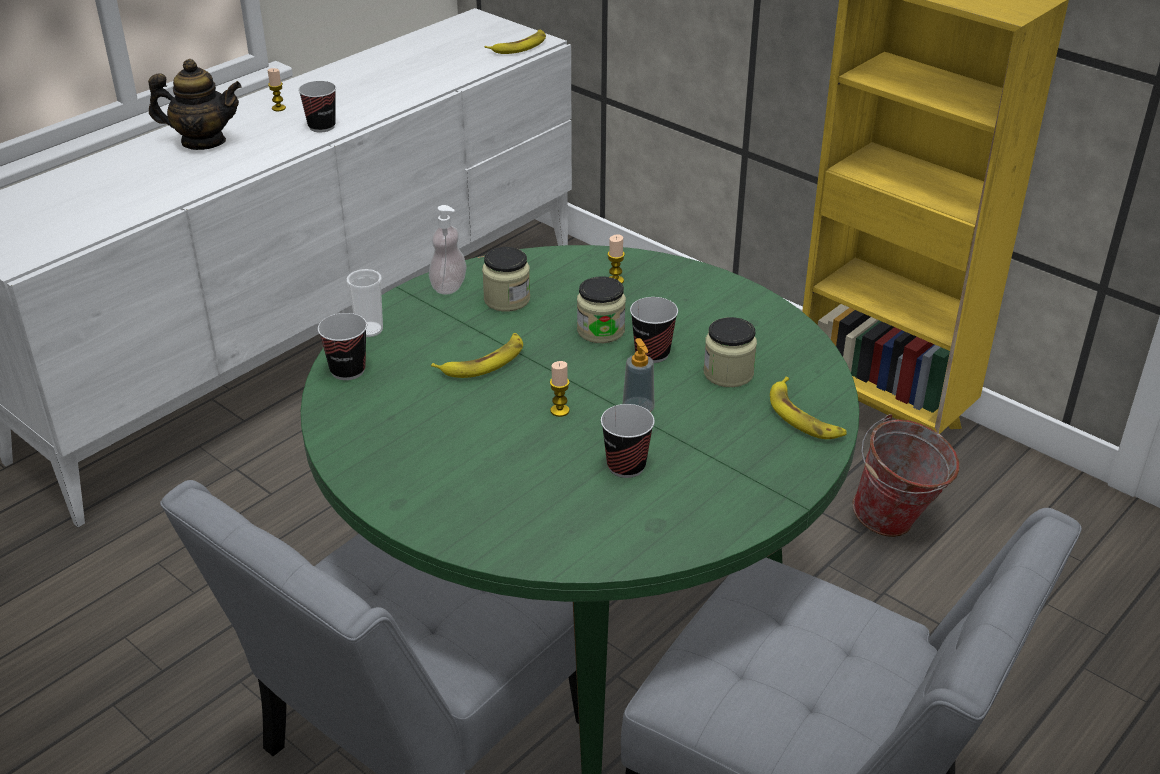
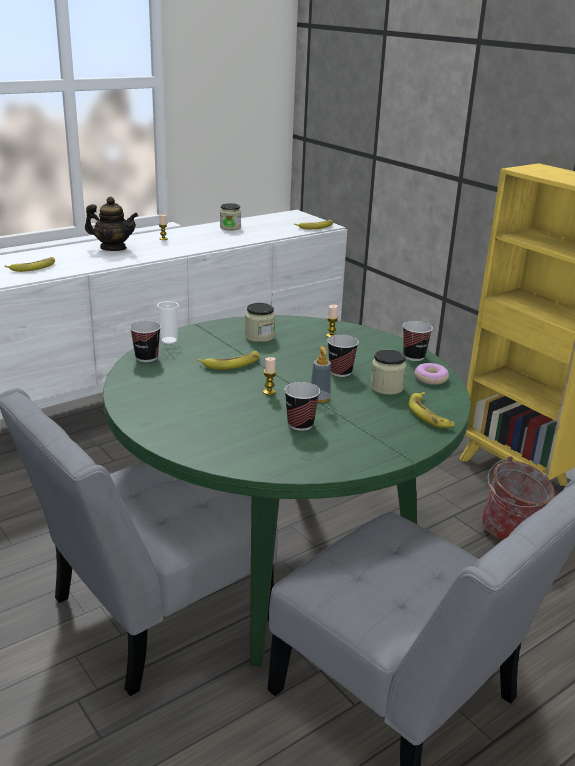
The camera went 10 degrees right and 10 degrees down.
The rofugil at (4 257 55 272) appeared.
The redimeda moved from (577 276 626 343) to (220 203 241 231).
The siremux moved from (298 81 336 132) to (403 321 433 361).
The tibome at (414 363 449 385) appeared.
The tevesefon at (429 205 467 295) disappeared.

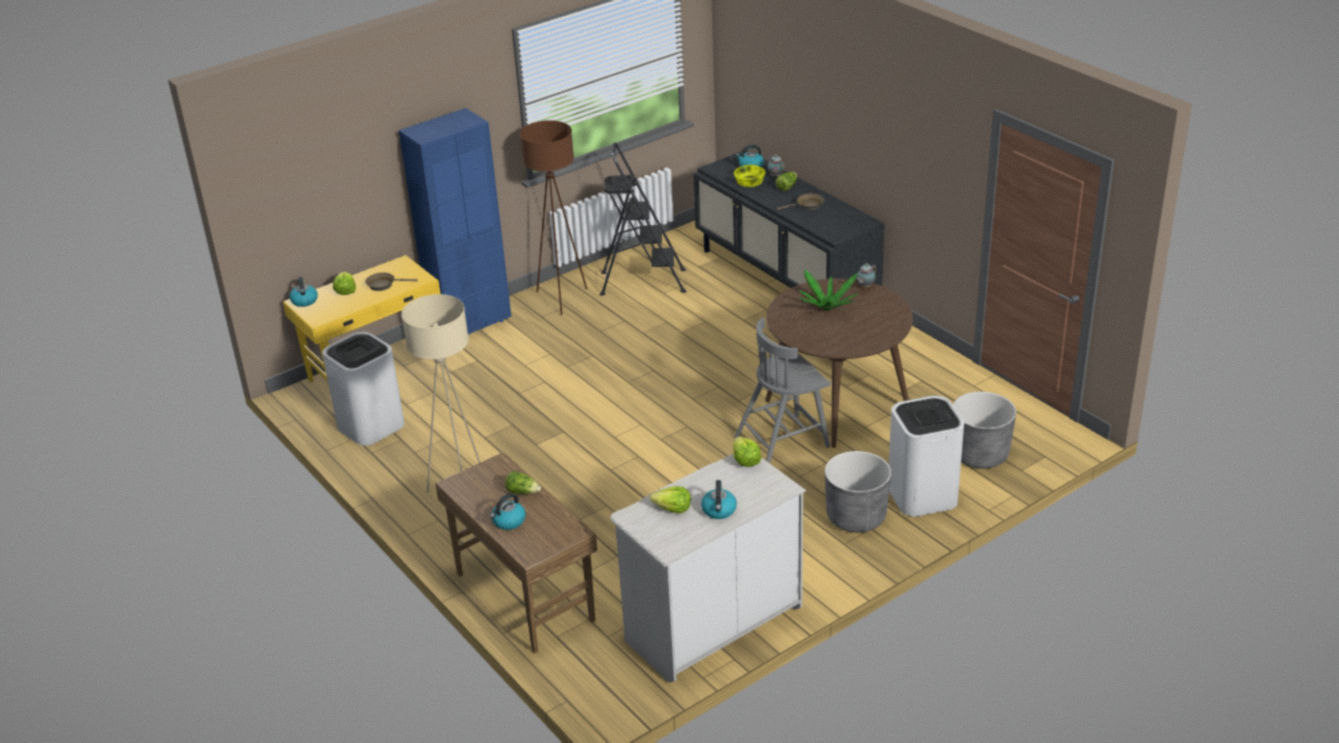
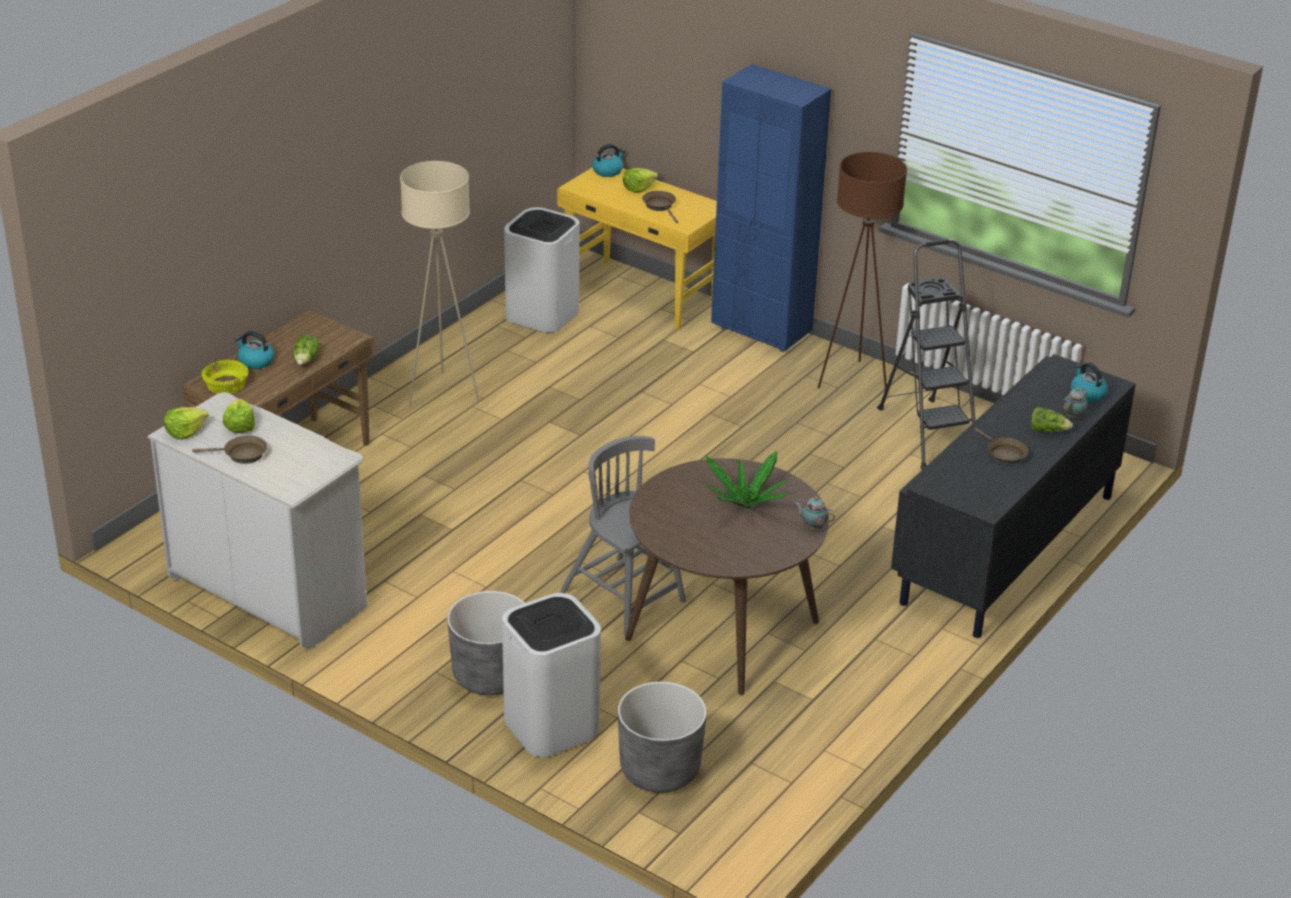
The camera went 70 degrees right and 0 degrees up.
The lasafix moved from (733 436 761 467) to (164 407 209 440).
The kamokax at (701 480 737 519) was replaced by the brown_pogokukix at (192 435 267 464).
The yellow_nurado moved from (734 165 766 187) to (202 360 249 394).

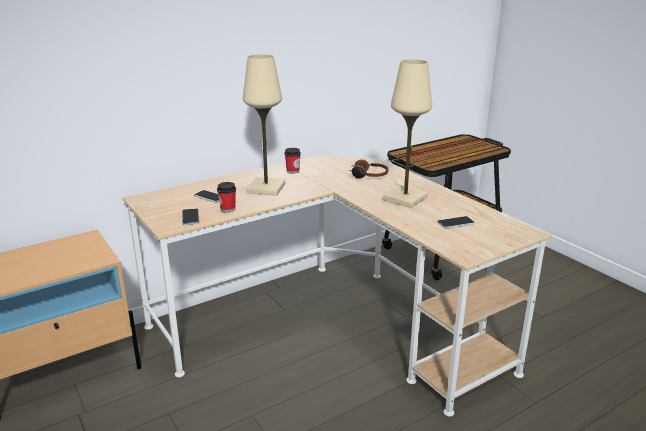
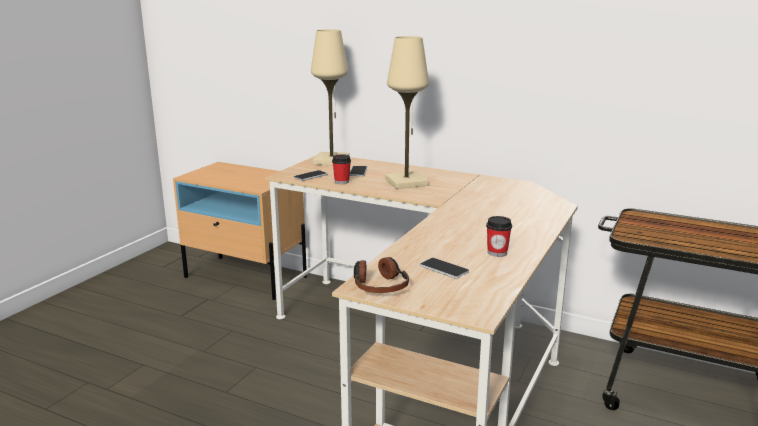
The camera went 60 degrees right and 5 degrees down.
The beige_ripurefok moved from (383 59 432 208) to (311 29 350 165).
The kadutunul moved from (349 160 388 178) to (354 257 409 293).
The siremux moved from (284 148 301 174) to (486 216 512 257).

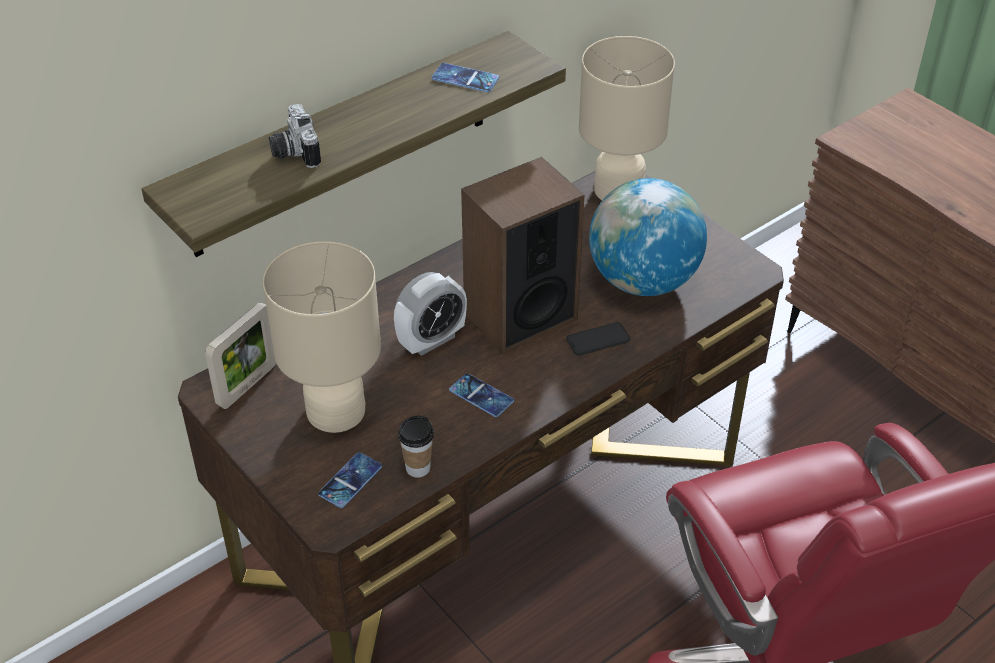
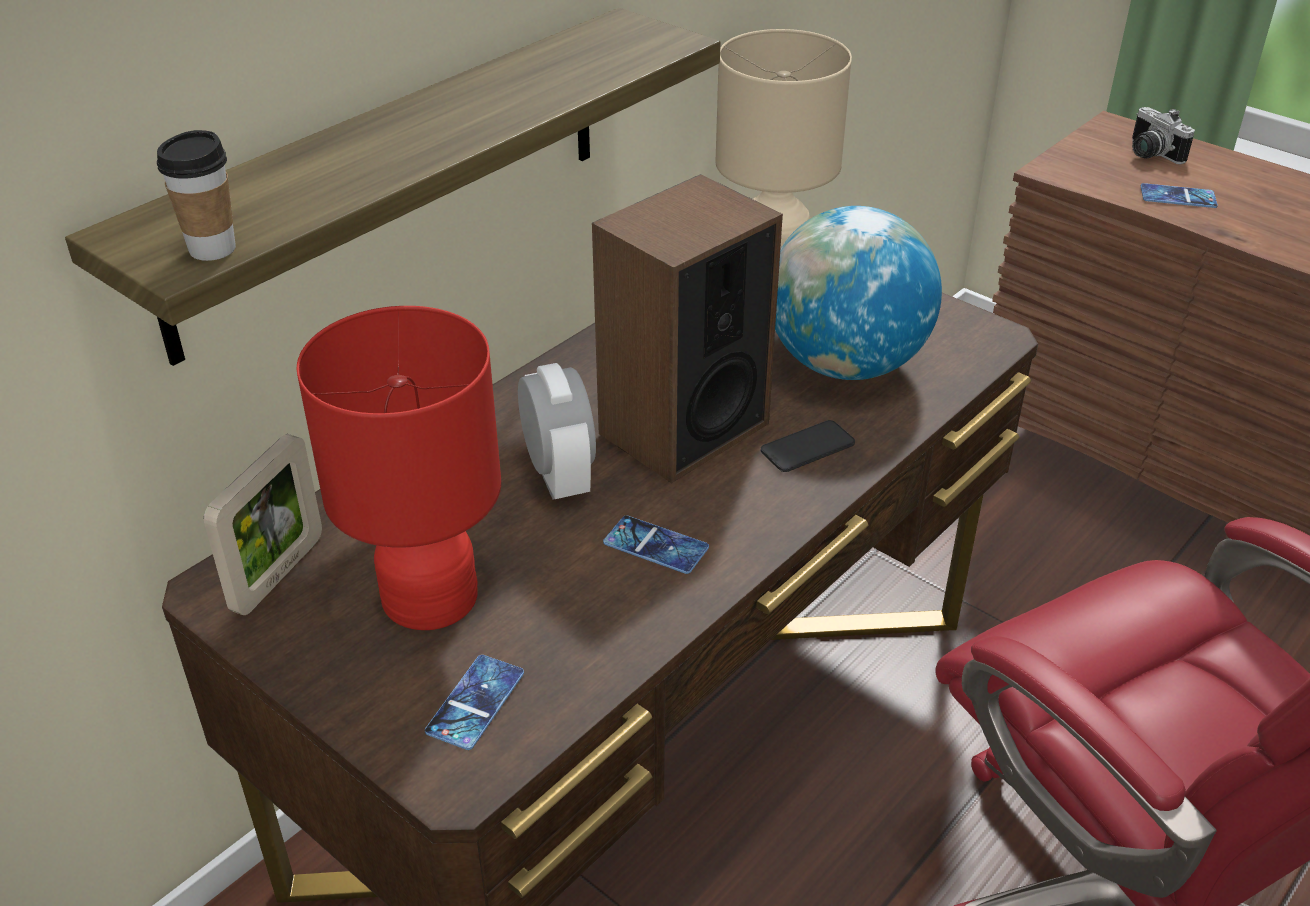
The camera went 10 degrees left and 5 degrees down.
The siremux moved from (398 415 434 478) to (157 130 236 261).
The beige_ripurefok at (263 241 381 433) became the red_ripurefok at (297 306 501 630).
The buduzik at (394 272 467 356) turned 60 degrees counterclockwise.
The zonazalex moved from (269 104 321 168) to (1132 107 1195 164).
The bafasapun moved from (432 63 499 92) to (1141 183 1218 208).

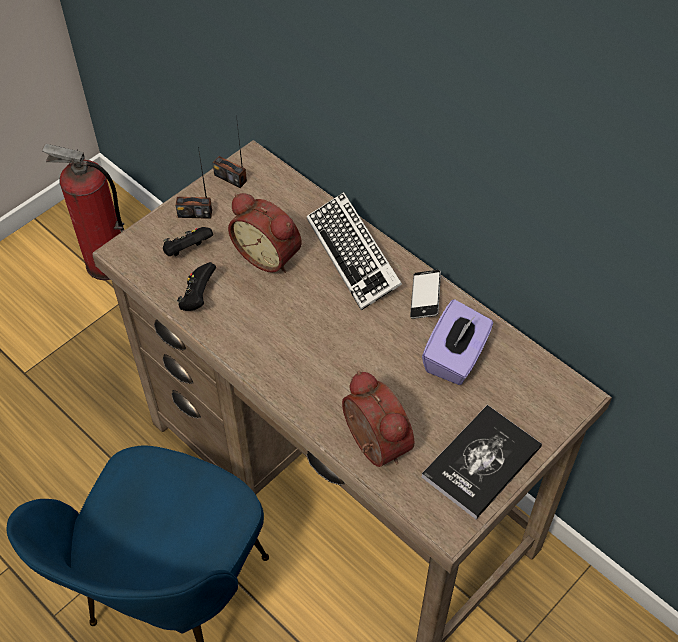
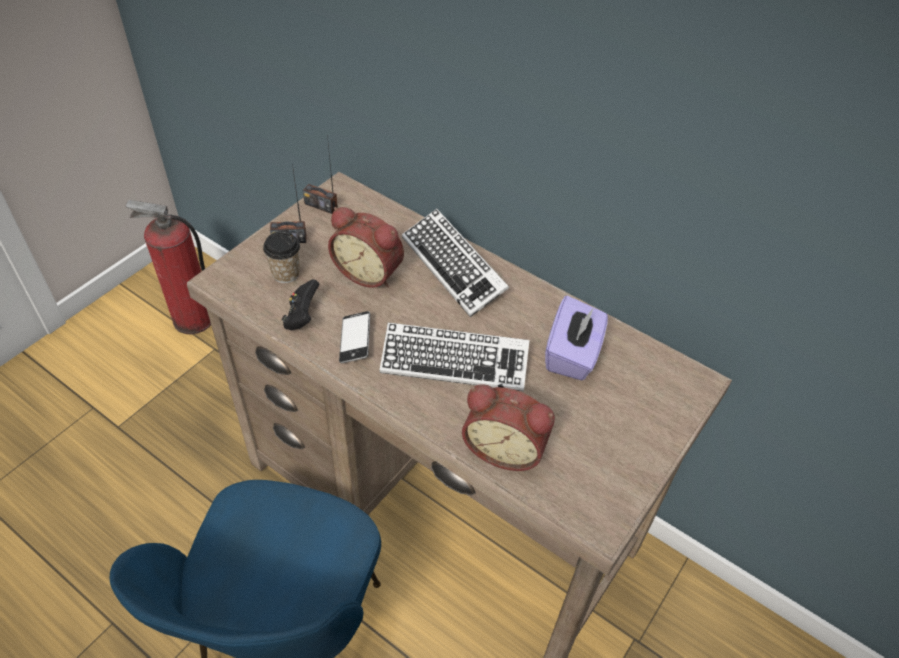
The camera went 10 degrees left and 5 degrees down.
The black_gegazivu at (163 227 213 256) was replaced by the siremux at (263 231 300 283).
The bafasapun moved from (410 270 441 319) to (339 311 370 363).
The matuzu at (380 322 530 392) appeared.
The buduzik at (342 371 414 467) turned 150 degrees clockwise.
The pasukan at (422 405 542 519) disappeared.

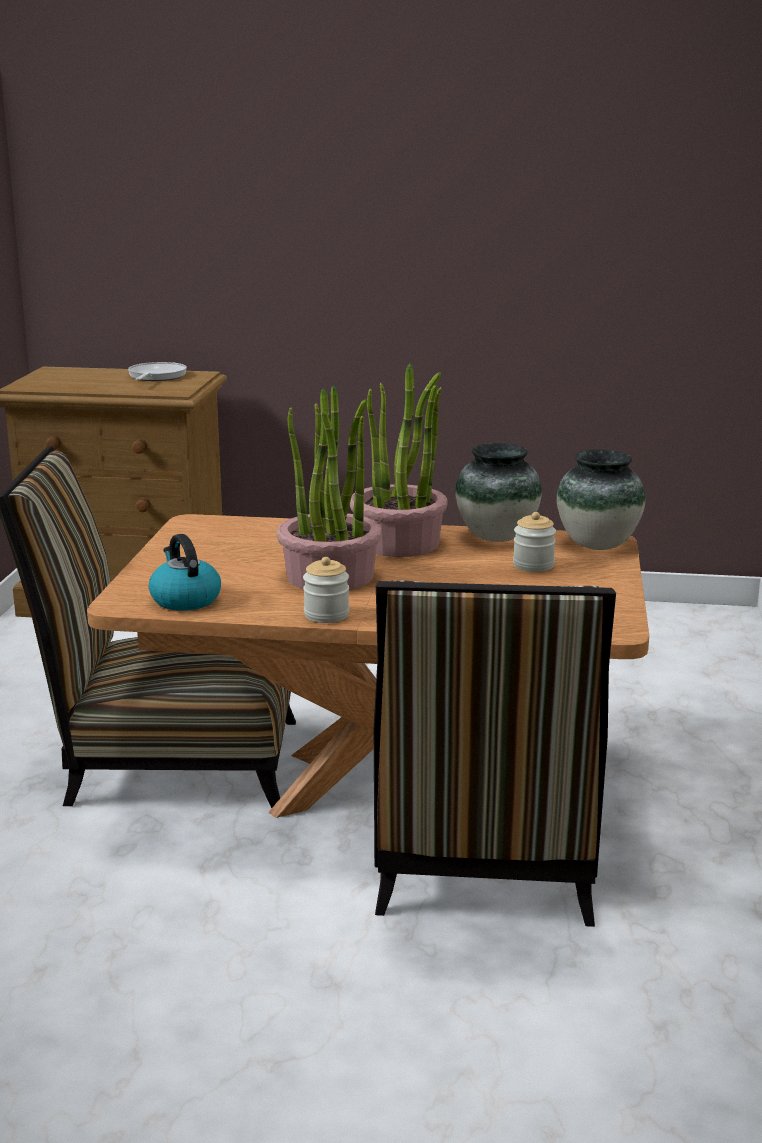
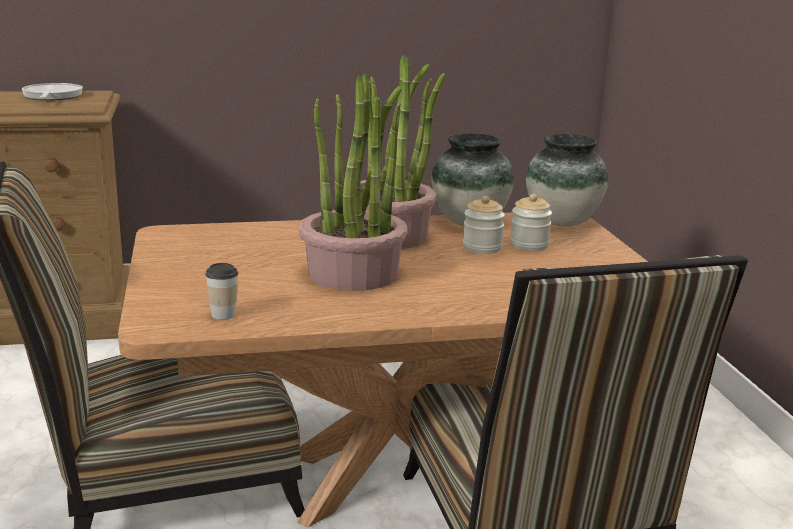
The camera went 20 degrees left and 0 degrees up.
The kamokax at (149 534 221 611) was replaced by the siremux at (205 263 238 320).
The redimeda moved from (303 557 349 623) to (463 196 505 254).

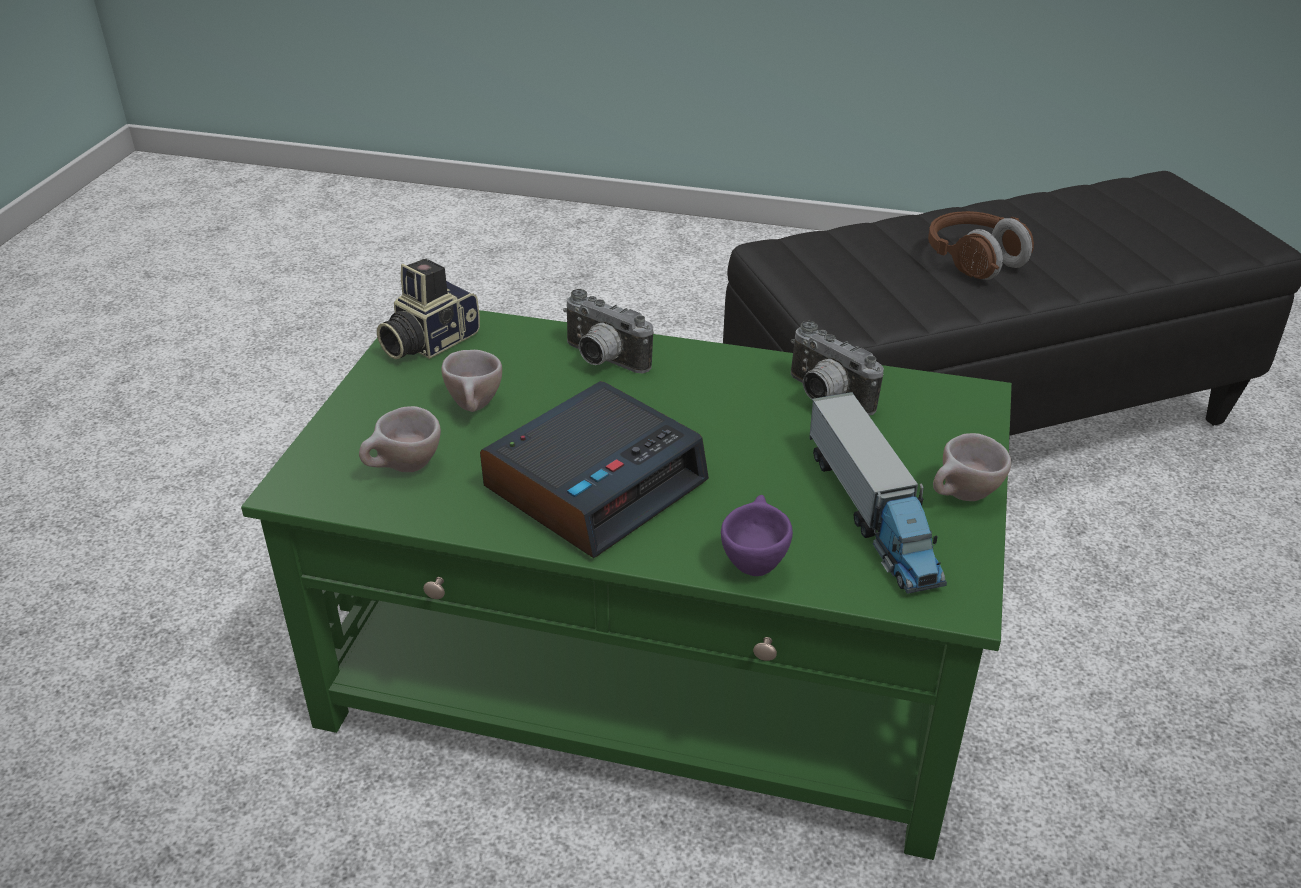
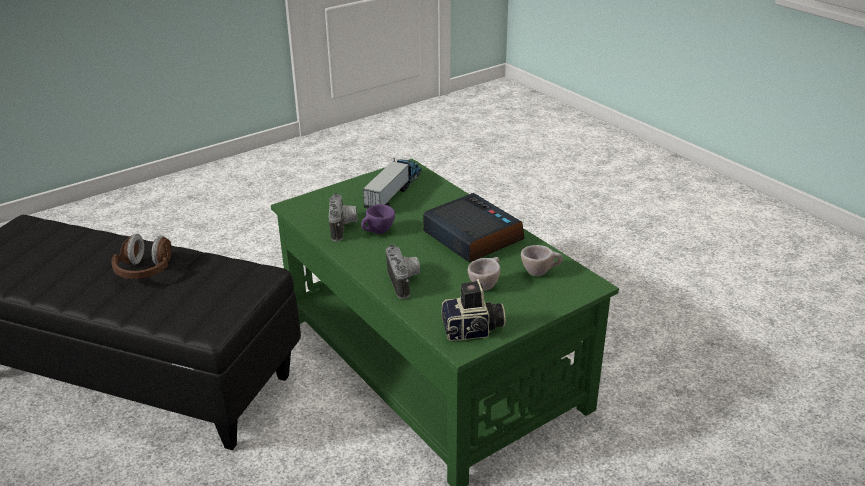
The camera went 140 degrees left and 5 degrees down.
The purple_siremux moved from (721 495 793 576) to (361 204 395 234).
The buduzik at (480 381 709 558) turned 60 degrees clockwise.
The beige_siremux at (933 433 1011 501) disappeared.

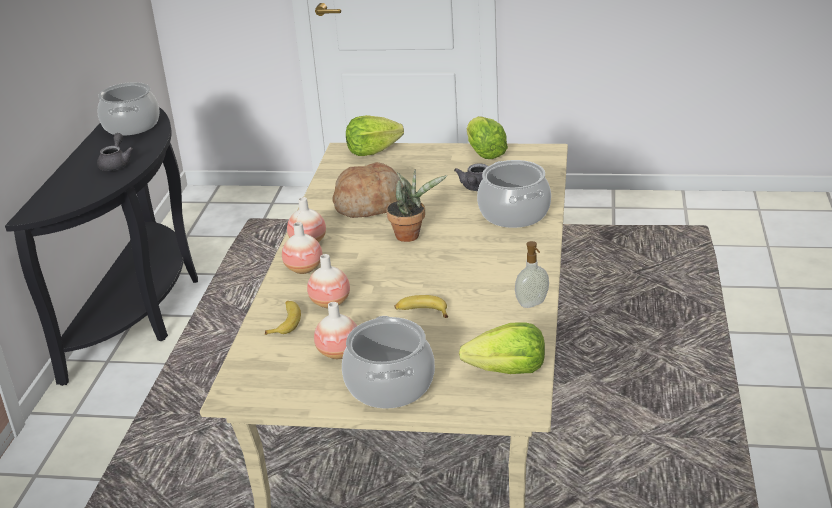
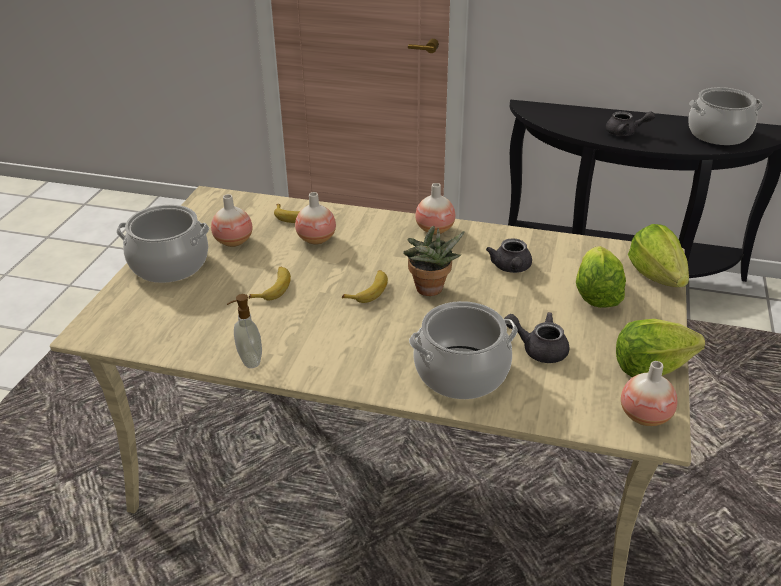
The camera went 95 degrees right and 5 degrees up.
The rofugil at (342 270 388 303) appeared.
The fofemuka at (332 162 403 218) was replaced by the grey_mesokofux at (486 238 532 273).
The lasafix moved from (459 322 545 374) to (576 246 626 308).
The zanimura moved from (282 222 322 274) to (621 361 677 426).

